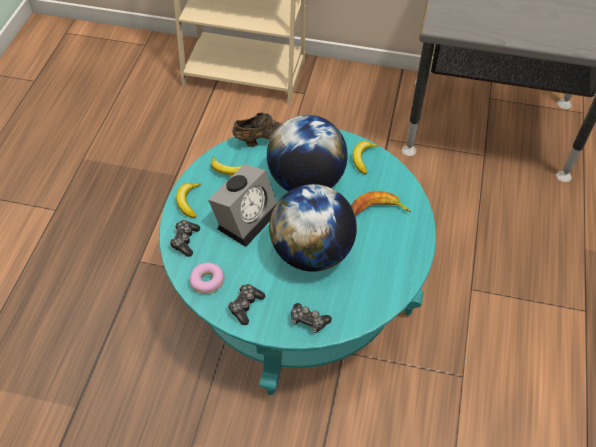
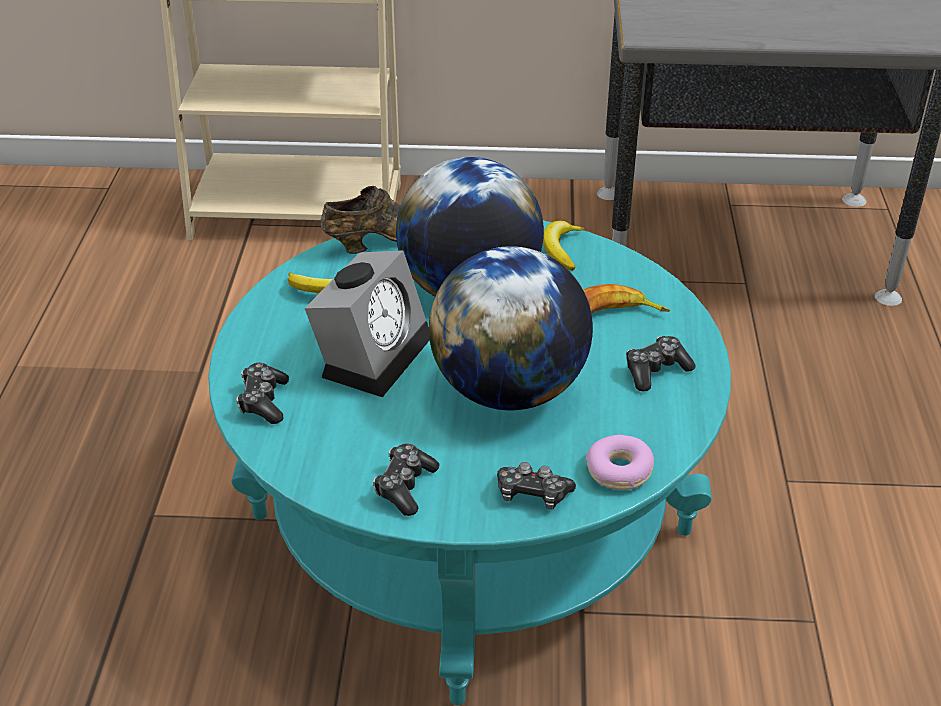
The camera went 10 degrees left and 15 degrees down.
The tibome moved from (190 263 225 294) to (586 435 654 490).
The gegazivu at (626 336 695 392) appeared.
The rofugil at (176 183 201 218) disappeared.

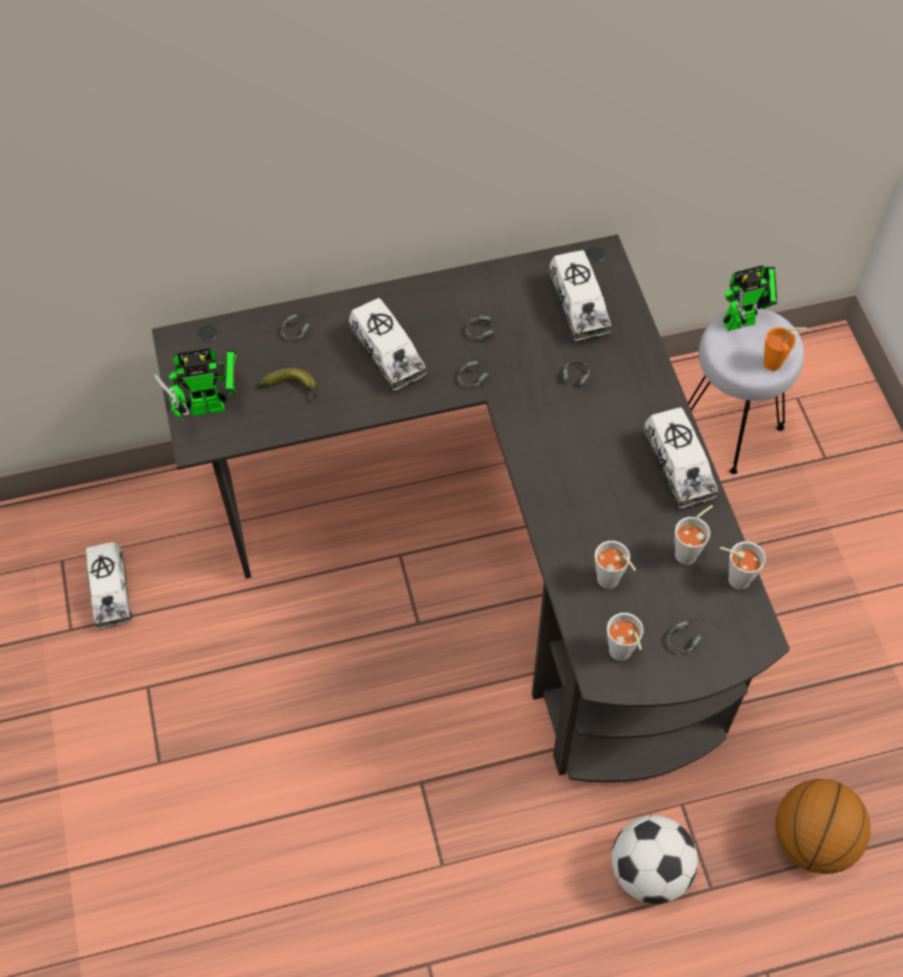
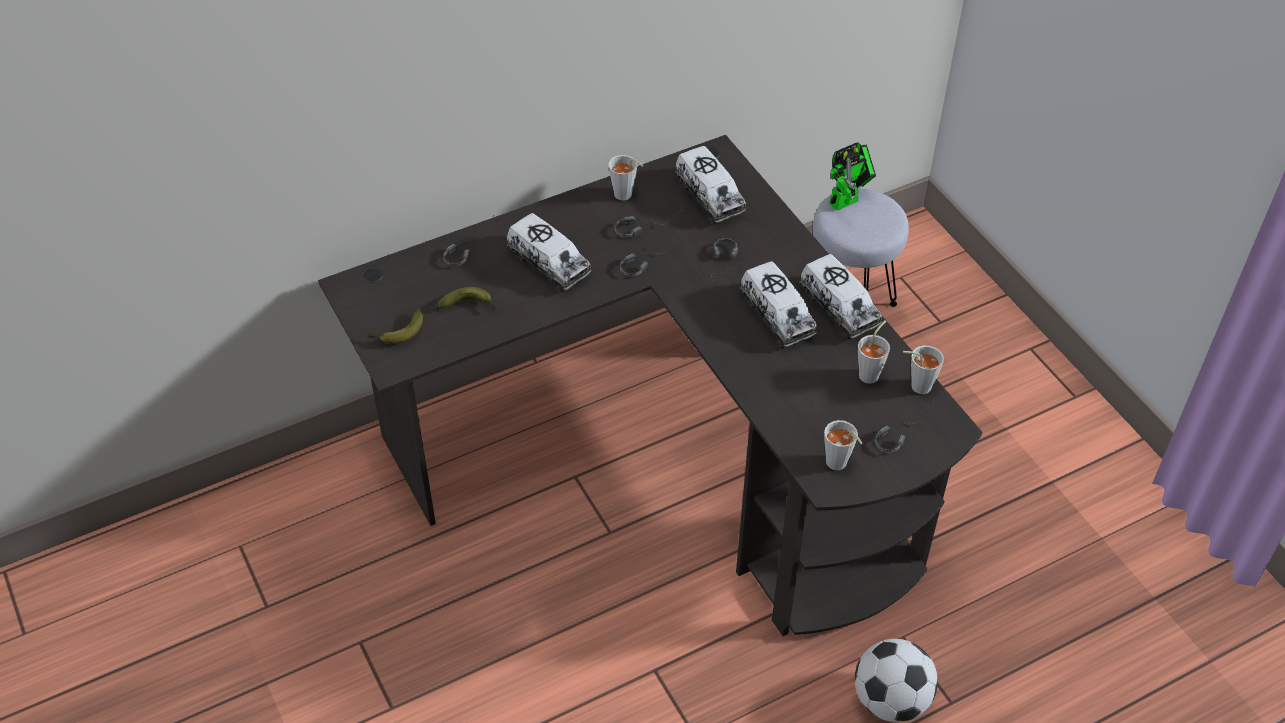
The camera went 15 degrees left and 10 degrees down.
The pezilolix at (153 348 237 417) was replaced by the rofugil at (369 308 423 344).
The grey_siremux moved from (595 541 636 589) to (609 155 643 200).
The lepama moved from (86 542 132 629) to (740 261 817 348).
The orange_siremux at (764 327 807 371) disappeared.
The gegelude at (775 779 871 874) disappeared.

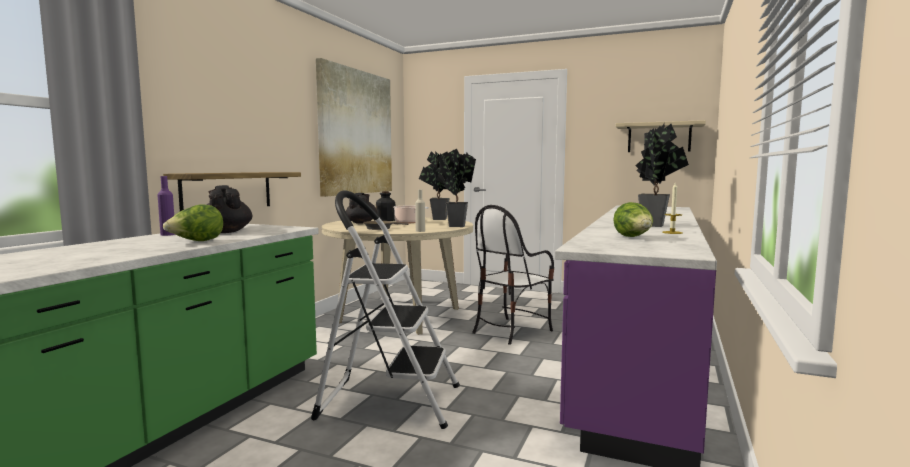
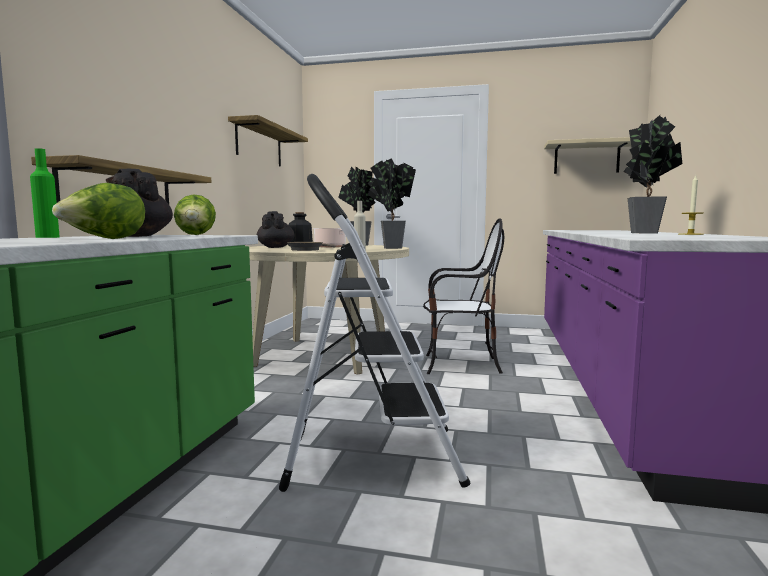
The camera went 10 degrees left and 0 degrees up.
The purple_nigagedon at (158 176 175 236) became the green_nigagedon at (30 148 60 238).
The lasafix moved from (613 202 653 237) to (174 194 216 235).
The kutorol at (316 58 392 197) was replaced by the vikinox at (228 115 308 167).
The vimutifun at (472 205 554 345) turned 120 degrees counterclockwise.

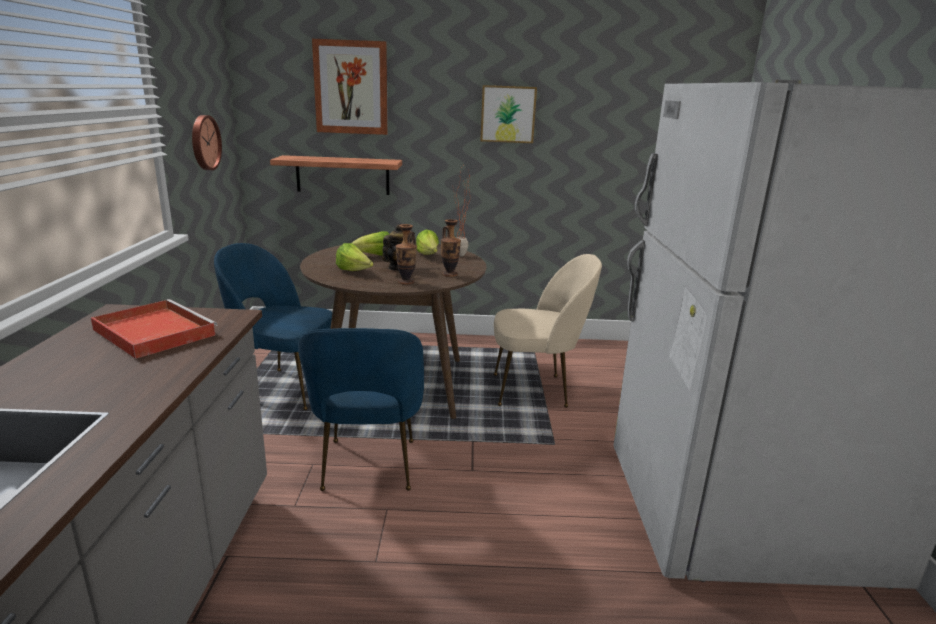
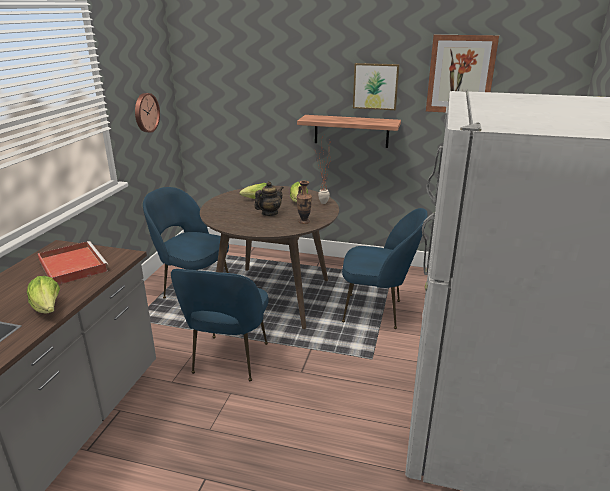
The camera went 15 degrees right and 5 degrees up.
The lasafix moved from (336 243 373 271) to (27 276 60 313).
The vikinox moved from (270 155 402 195) to (297 115 401 148).
The beige_vimutifun at (494 254 602 408) became the blue_vimutifun at (342 208 428 329).
The kutorol moved from (312 39 388 135) to (426 35 499 112).
The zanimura at (396 224 417 285) disappeared.

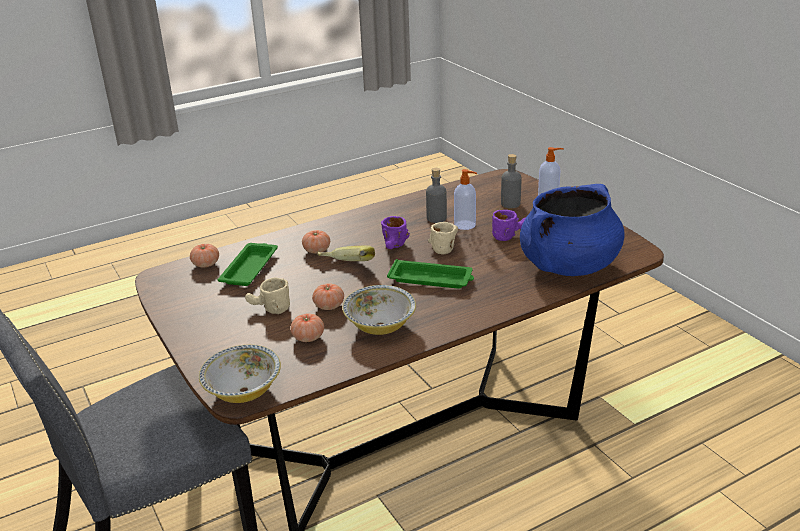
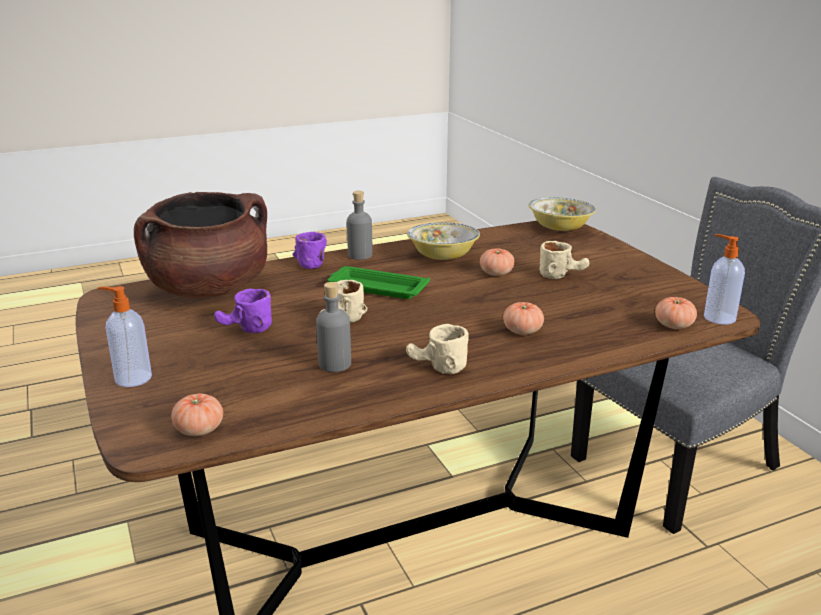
The camera went 175 degrees left and 5 degrees down.
The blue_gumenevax at (520 184 625 276) became the brown_gumenevax at (134 192 267 298).
The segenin moved from (290 314 324 342) to (171 393 223 436).
The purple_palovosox moved from (381 216 410 249) to (293 232 327 269).
The grey_nigagedon moved from (501 154 522 208) to (347 191 373 260).
The beige_palovosox at (406 324 469 374) appeared.
The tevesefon moved from (454 169 477 230) to (704 234 745 324).
The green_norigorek at (218 243 278 286) disappeared.
The rofugil at (317 245 375 261) disappeared.

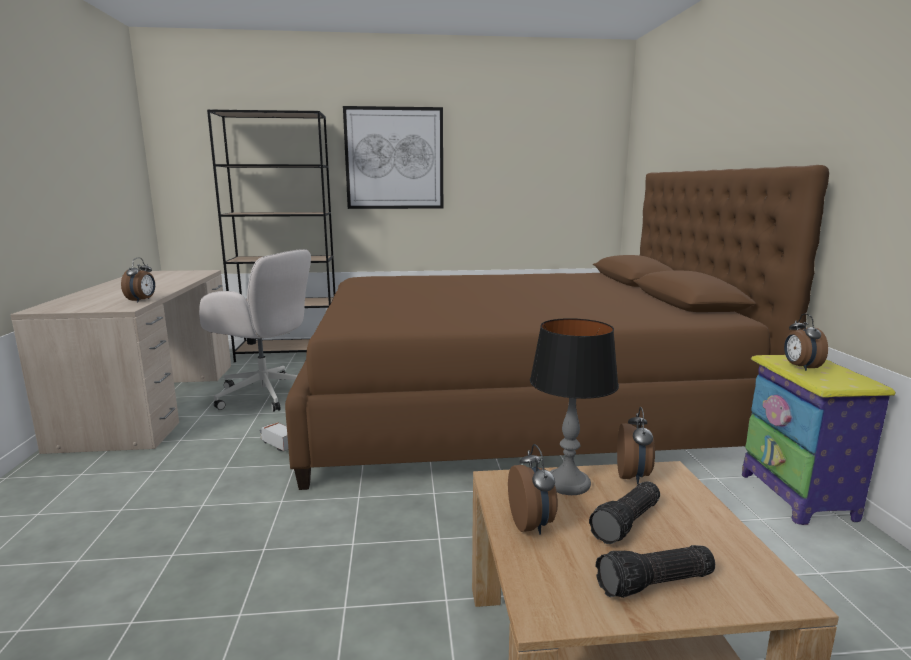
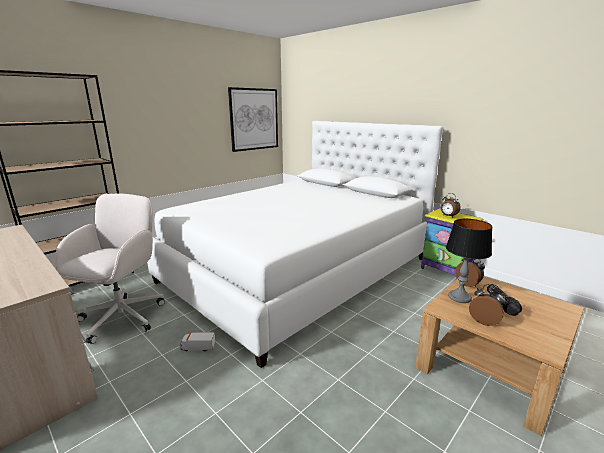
The camera went 40 degrees left and 5 degrees up.
The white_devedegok at (199 249 311 412) turned 60 degrees counterclockwise.
The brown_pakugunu at (285 165 829 490) became the white_pakugunu at (147 121 443 368).
The kutorol moved from (343 106 443 209) to (228 87 278 152).
The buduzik at (121 258 155 302) disappeared.
The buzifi at (595 545 715 598) disappeared.

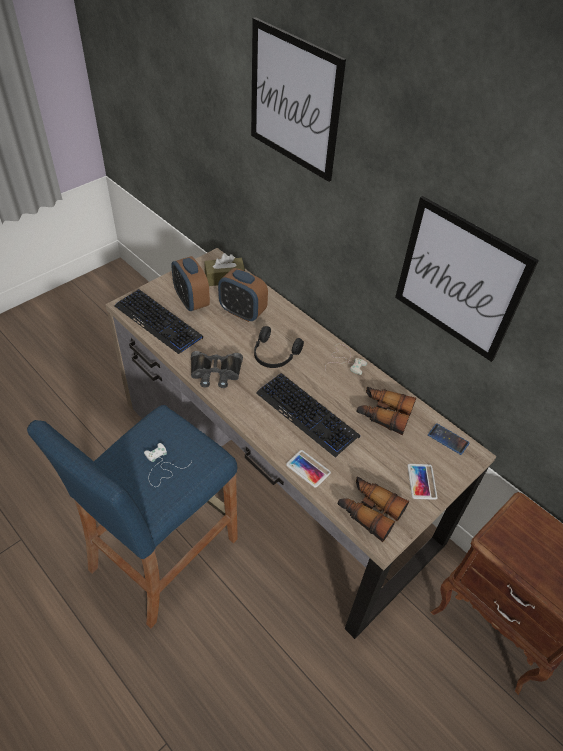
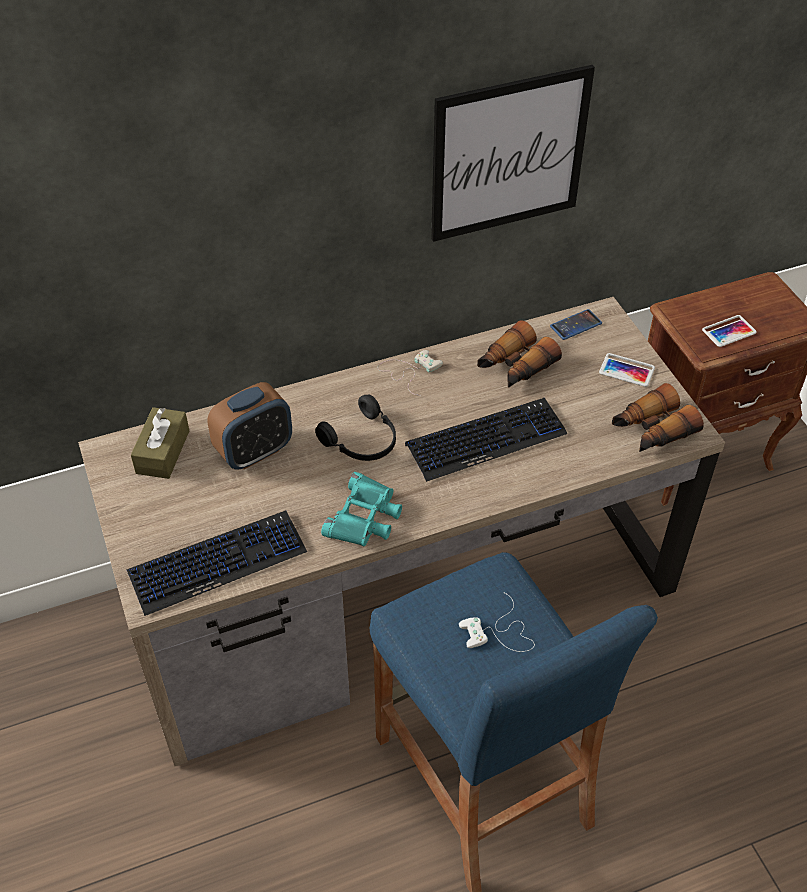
The camera went 65 degrees left and 0 degrees up.
The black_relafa at (191 351 243 388) became the turquoise_relafa at (321 472 402 546).
The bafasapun moved from (286 450 331 488) to (702 315 757 347).
The buduzik at (171 256 210 311) disappeared.
The kutorol at (251 17 346 182) disappeared.

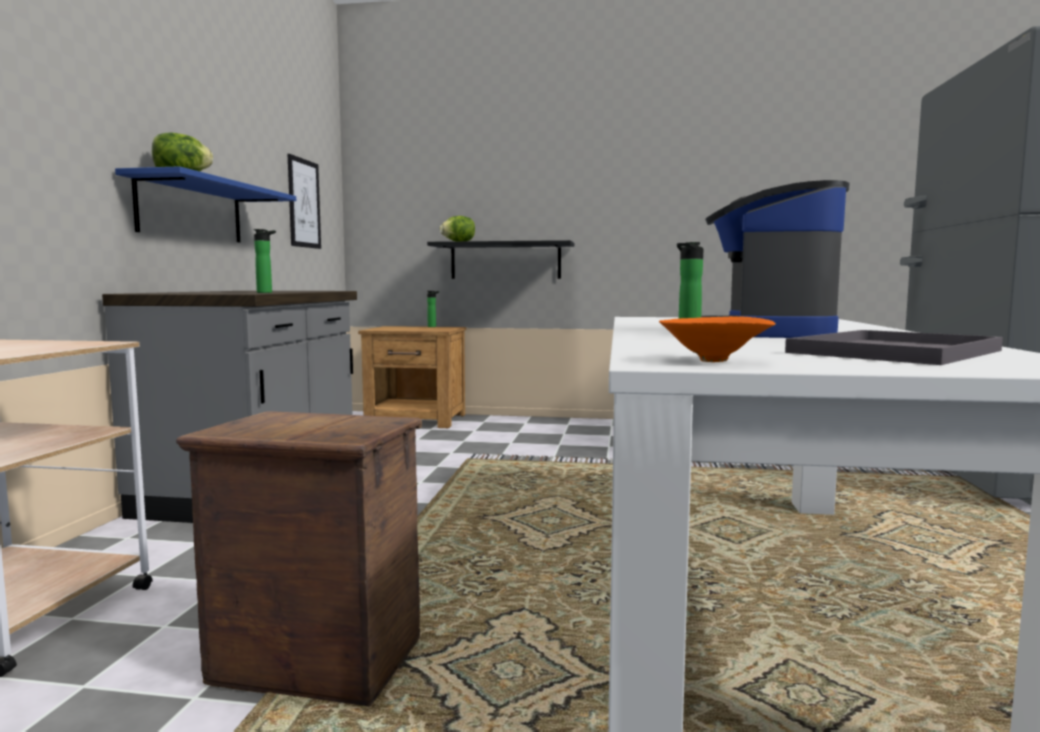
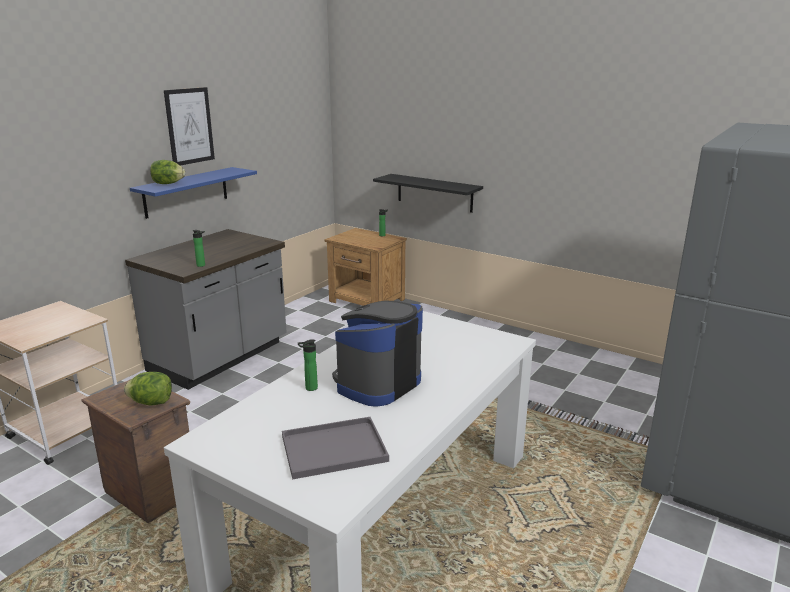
The camera went 25 degrees right and 15 degrees up.
The lasafix moved from (440 216 475 241) to (124 372 172 405).
The kutorol moved from (287 154 321 249) to (164 87 215 165).
The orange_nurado at (659 316 776 362) disappeared.

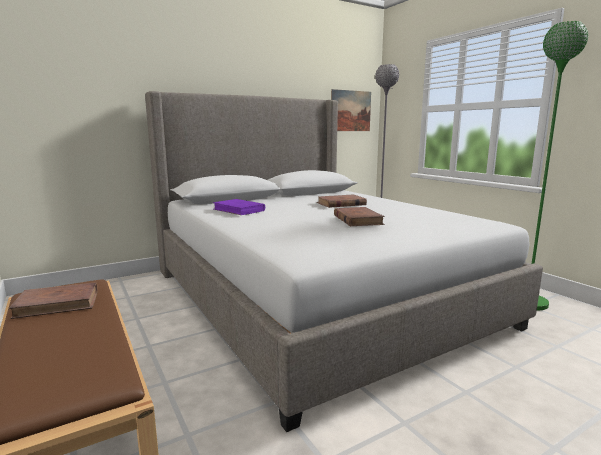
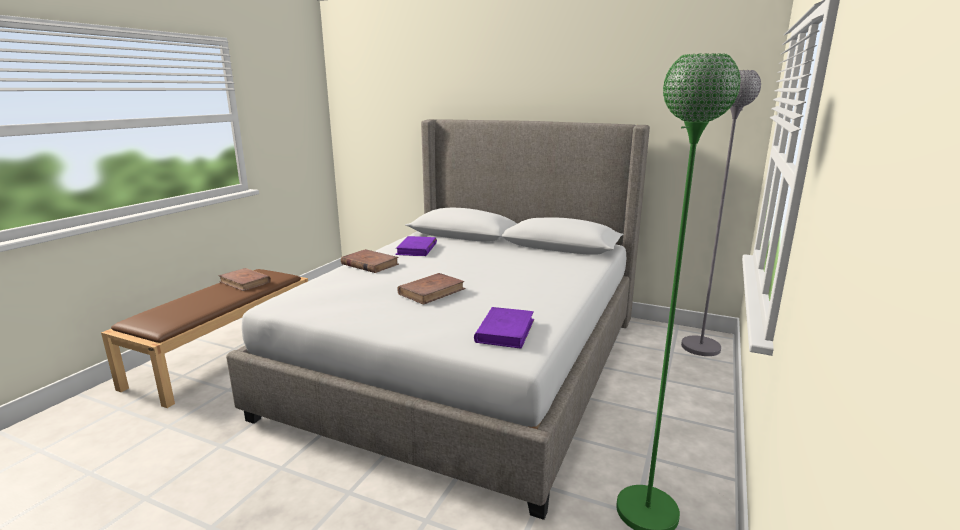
The camera went 55 degrees right and 5 degrees up.
The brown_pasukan moved from (317 195 367 208) to (341 249 399 273).
The purple_pasukan at (474 307 534 349) appeared.
The kutorol at (331 89 371 131) disappeared.

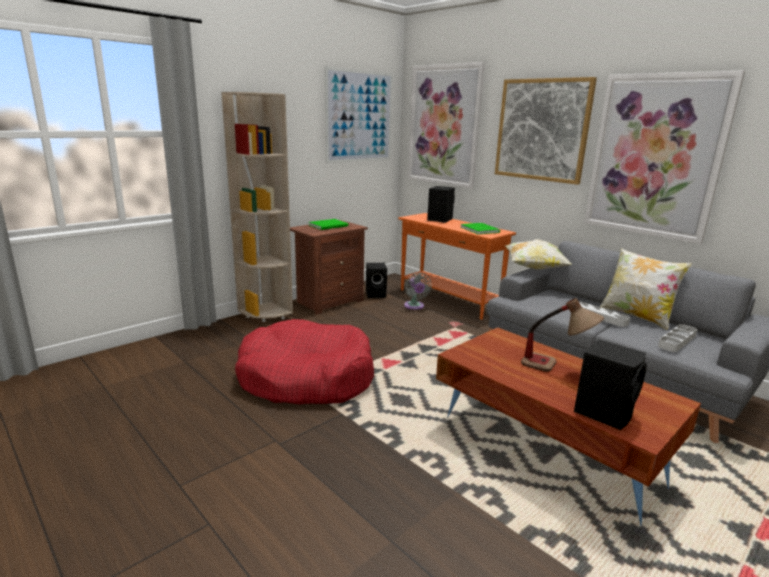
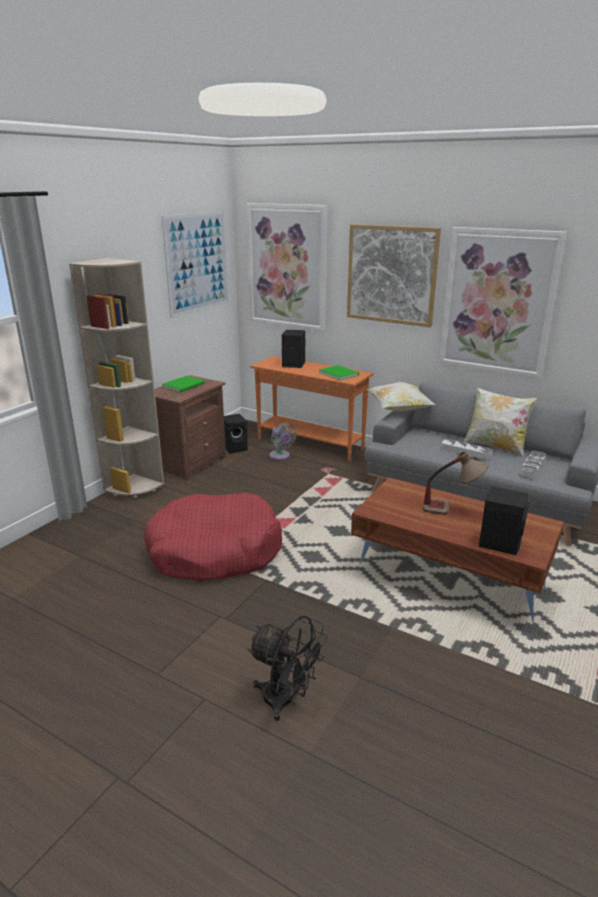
The camera went 15 degrees left and 5 degrees up.
The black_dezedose at (248 616 327 721) appeared.

